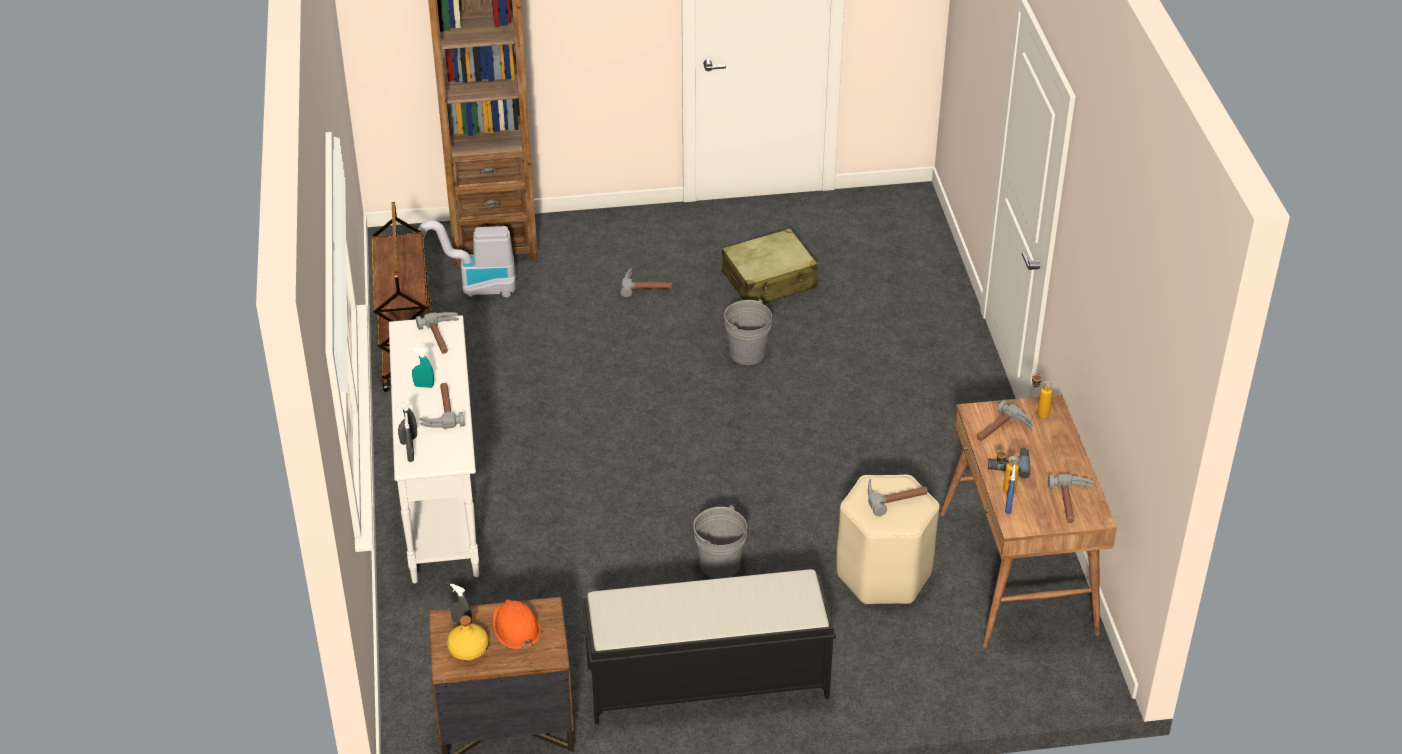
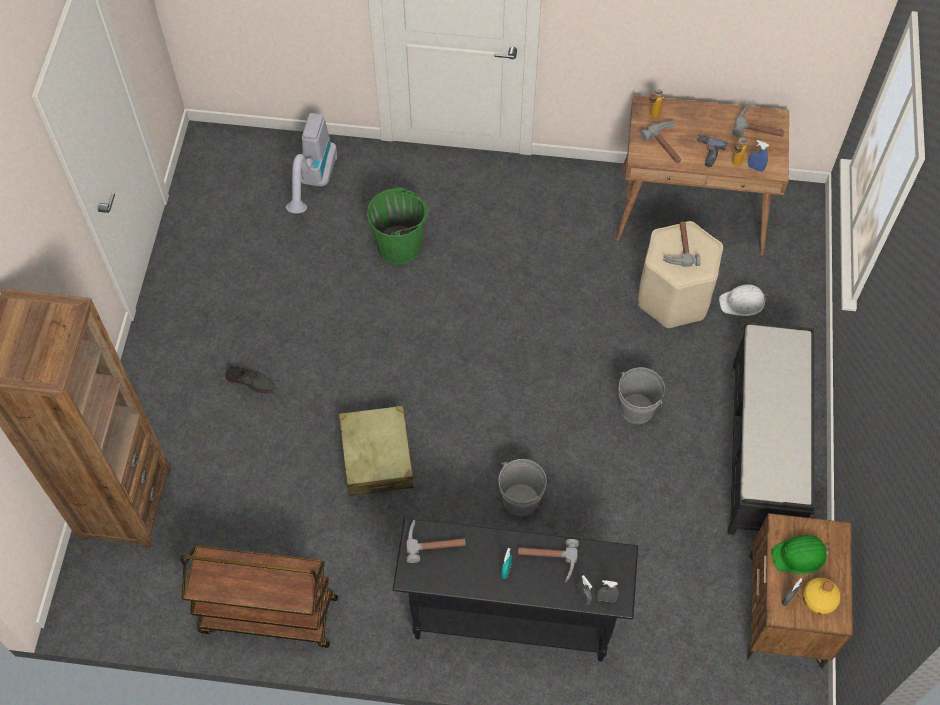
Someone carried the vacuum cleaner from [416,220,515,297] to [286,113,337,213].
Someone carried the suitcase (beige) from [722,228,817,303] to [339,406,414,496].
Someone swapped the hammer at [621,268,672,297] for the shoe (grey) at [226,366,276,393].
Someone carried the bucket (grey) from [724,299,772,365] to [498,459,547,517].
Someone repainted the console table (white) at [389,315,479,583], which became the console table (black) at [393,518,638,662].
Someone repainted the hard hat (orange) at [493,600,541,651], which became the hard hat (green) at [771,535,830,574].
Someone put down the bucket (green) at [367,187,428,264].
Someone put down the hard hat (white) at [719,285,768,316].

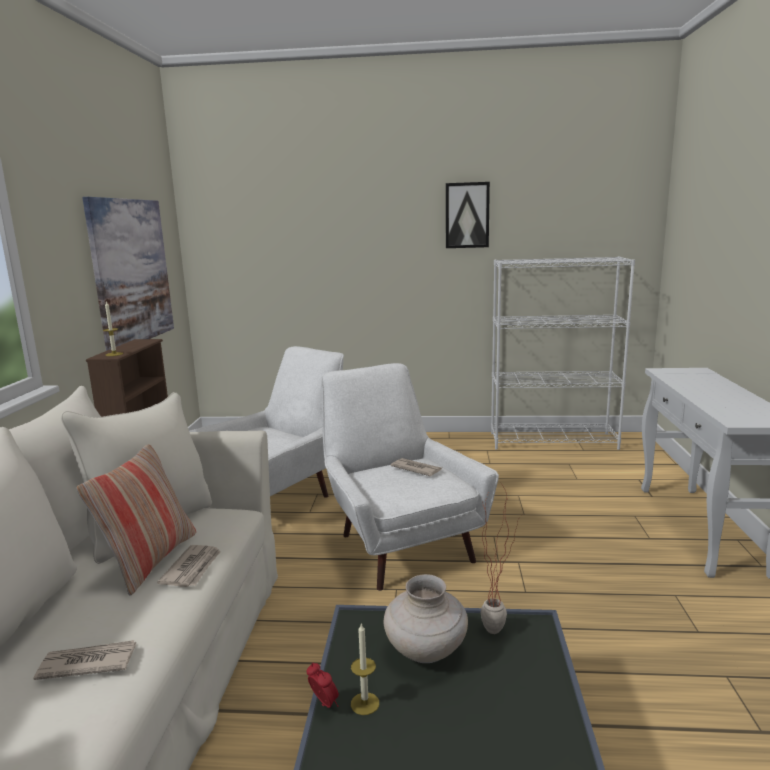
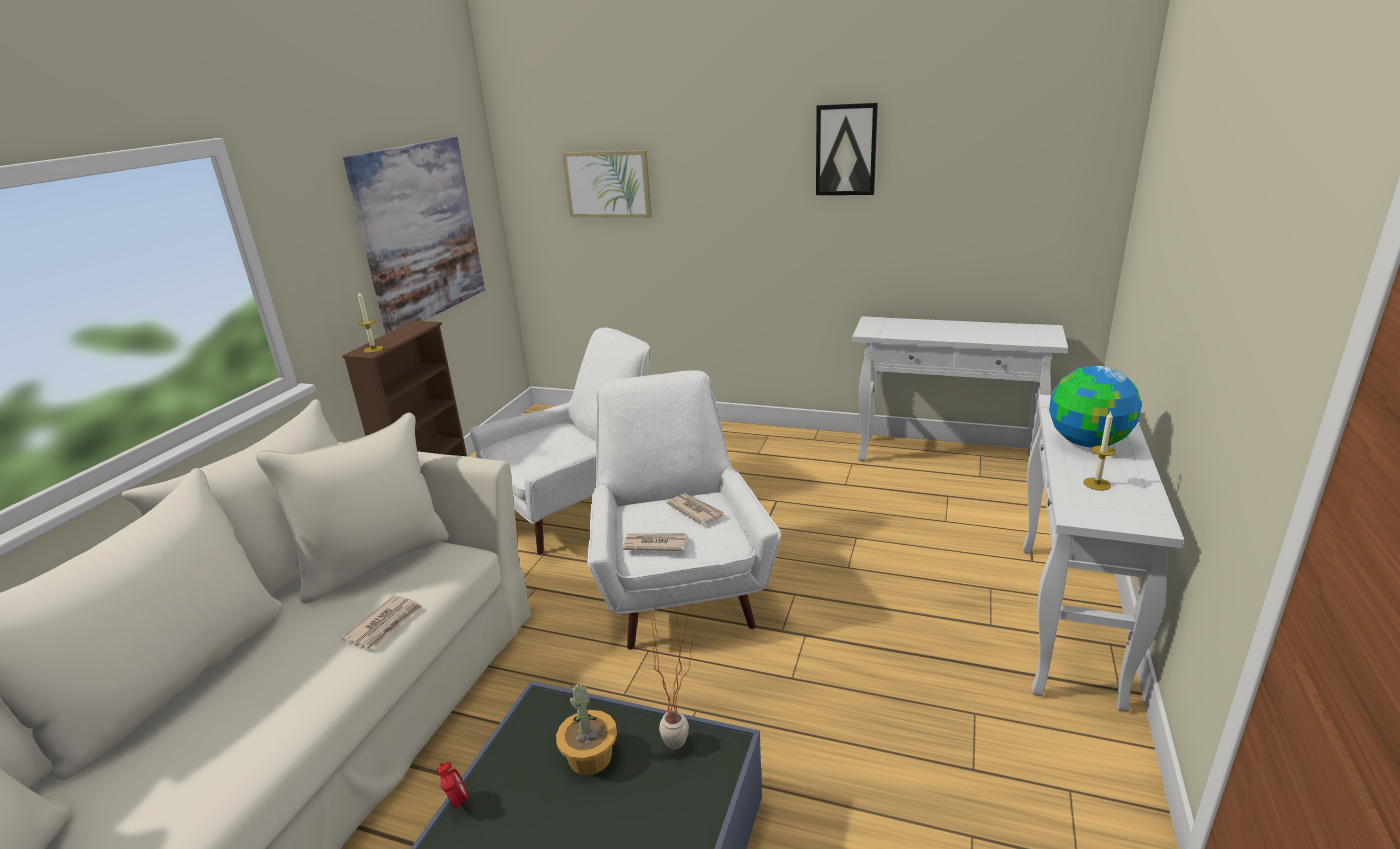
Someone swapped the bookcase (white) at [491,256,635,450] for the console table (white) at [852,316,1068,461].
Someone took away the pillow at [76,444,196,596].
Someone swapped the vase (beige) at [384,574,468,663] for the potted plant at [556,683,617,775].
Someone carried the candle from [351,623,379,715] to [1083,411,1115,491].
Someone carried the newspaper from [34,640,136,680] to [623,533,687,551].
Someone put up the picture at [562,150,652,218].
Someone put down the globe at [1049,366,1142,448].

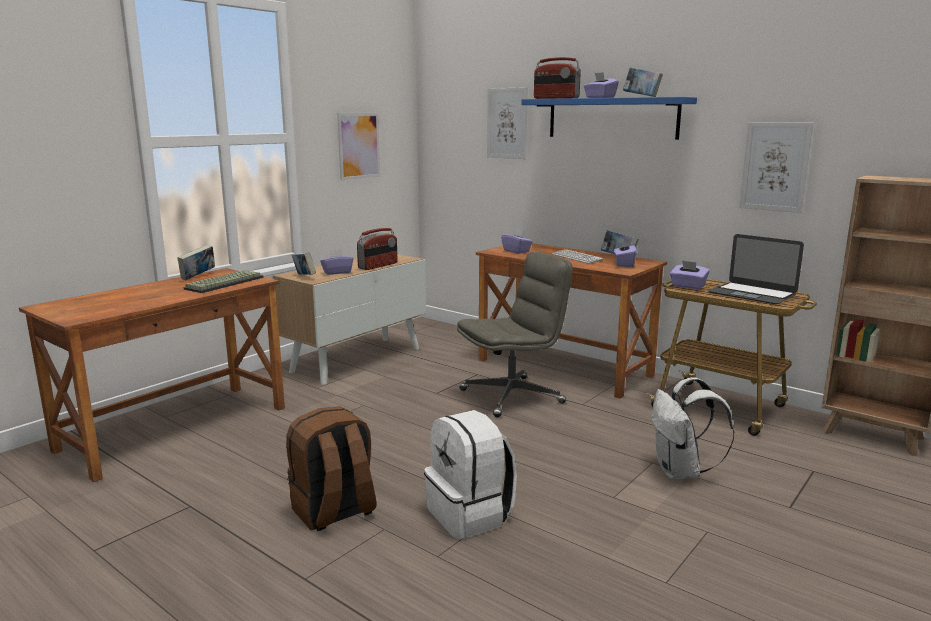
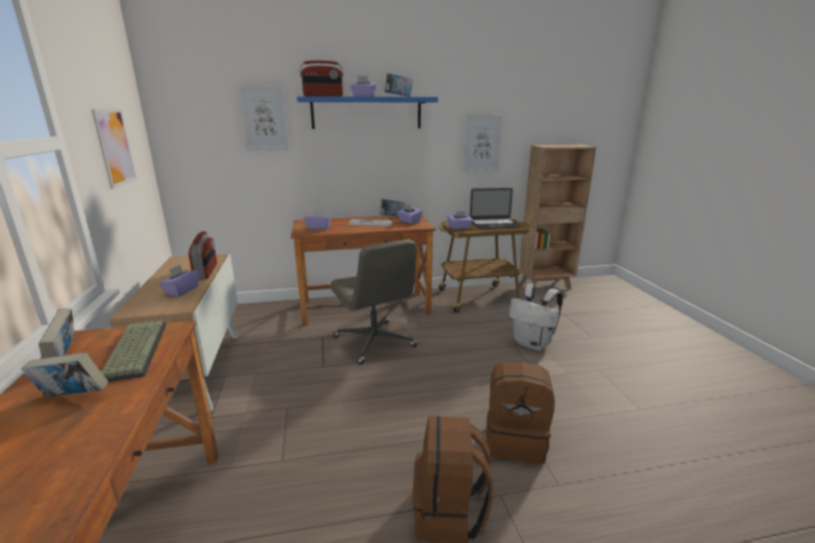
Someone carried the book from [292,252,316,275] to [21,352,108,397].
Someone rotated the office chair (grey) at [457,252,573,417] by 135 degrees clockwise.
Someone repainted the backpack (white) at [424,410,517,539], which became the backpack (brown) at [486,361,555,464].

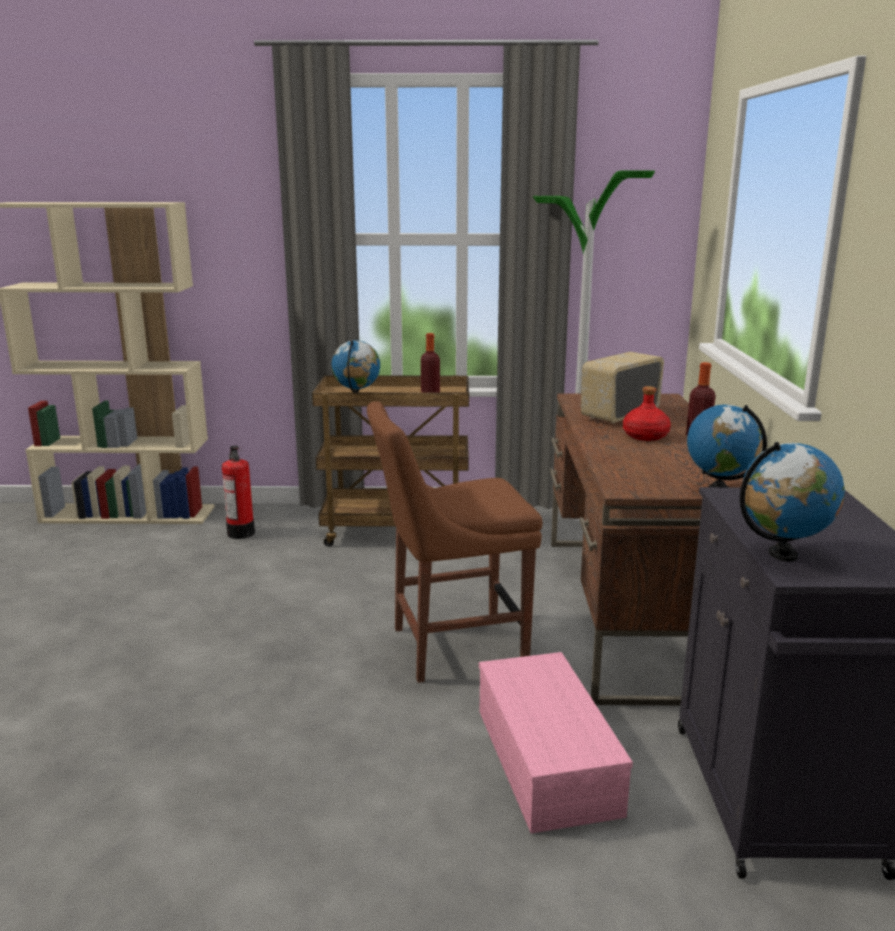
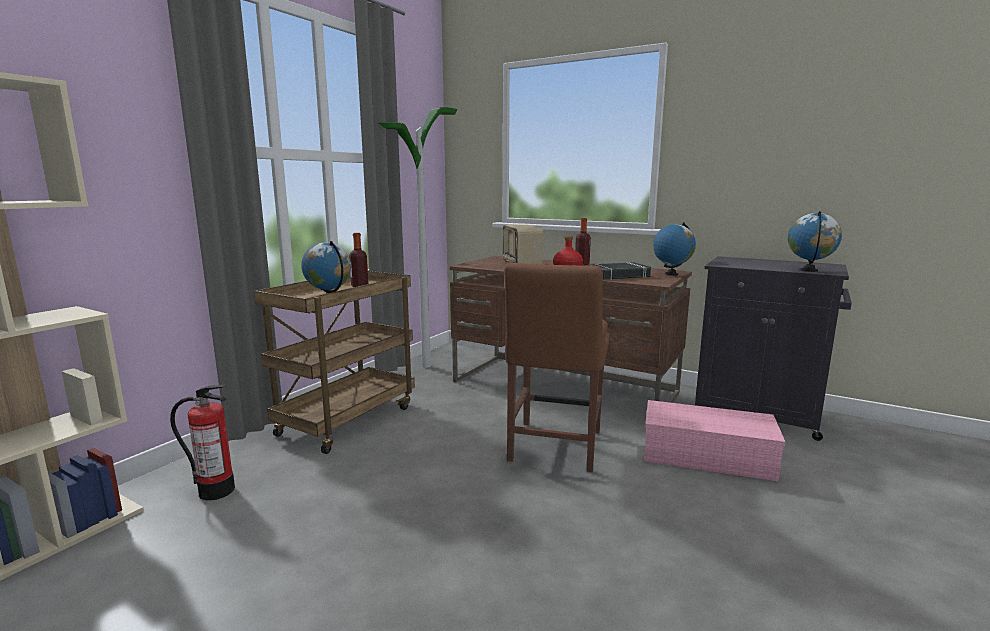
Someone put down the book (black) at [588,262,651,280].

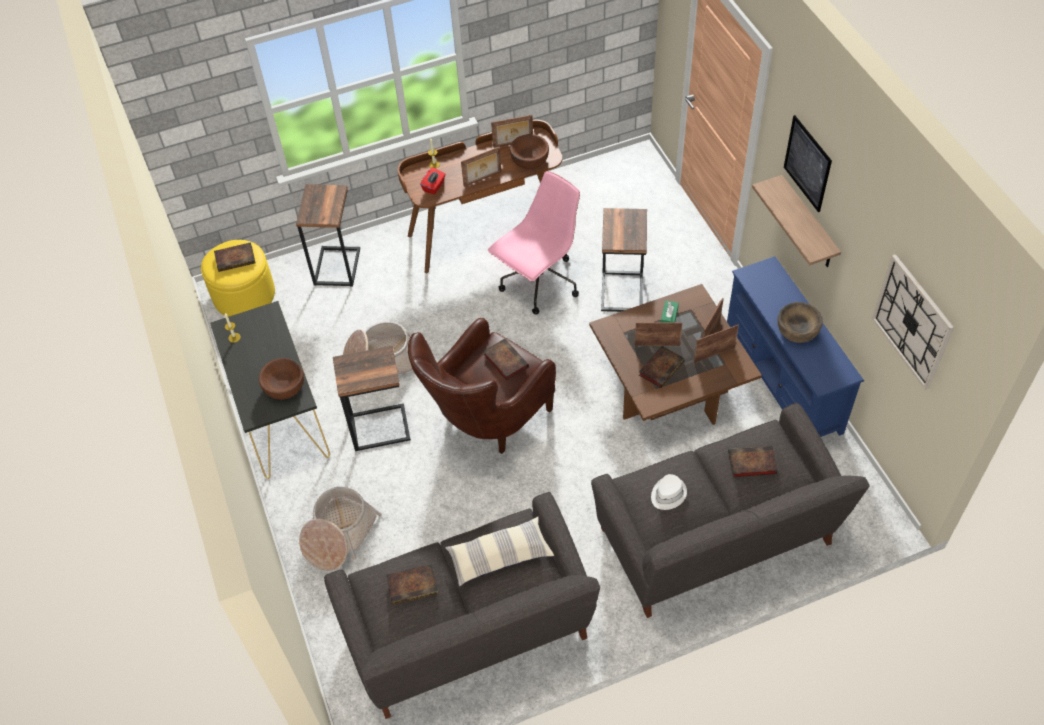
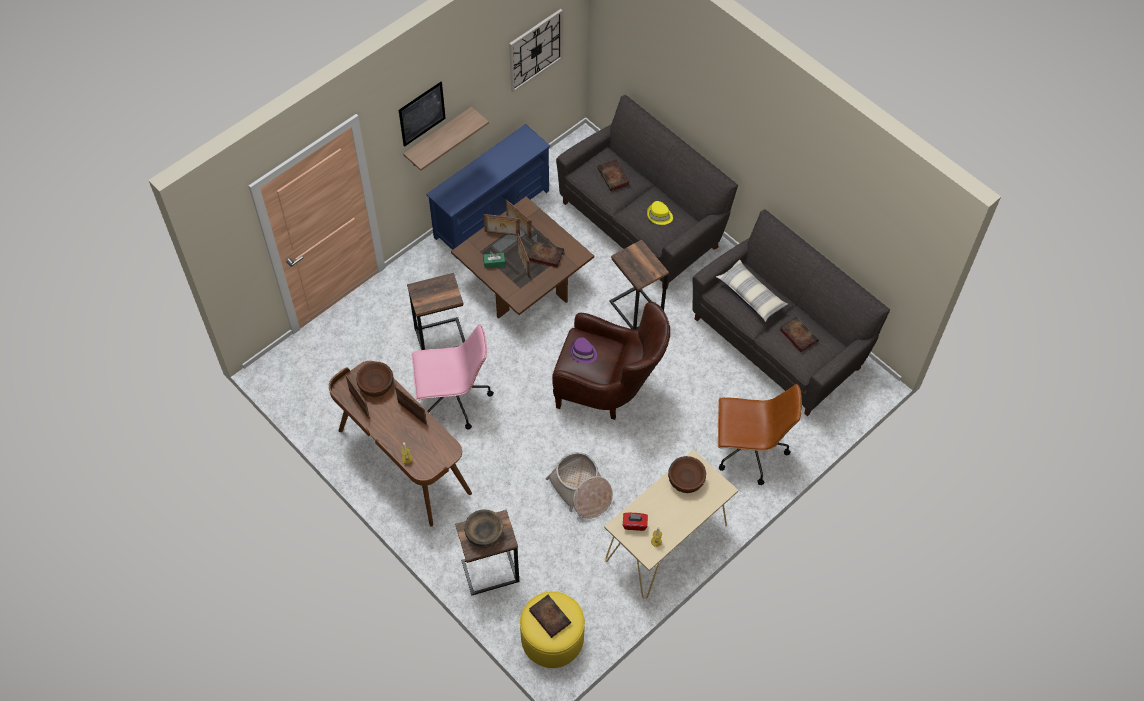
Someone carried the tissue box (red) from [420,167,446,195] to [623,513,648,531].
Someone rotated the office chair (pink) at [488,171,580,315] by 150 degrees clockwise.
Someone repainted the console table (black) at [210,301,330,479], which became the console table (beige) at [604,449,738,599].
Someone carried the bowl (brown) from [778,302,823,343] to [464,509,503,548].
Someone swapped the book at [483,339,529,381] for the hat (purple) at [570,337,597,363].
Someone carried the side table from [333,346,411,451] to [609,239,669,330].
Someone repainted the hat (white) at [651,474,687,510], which became the hat (yellow) at [647,201,673,225].
Someone swapped the basket at [299,487,382,571] for the office chair (brown) at [718,384,802,485].

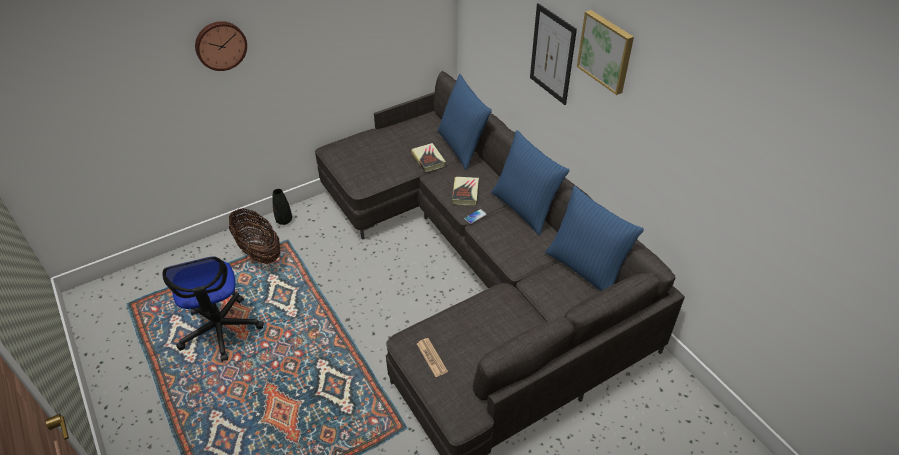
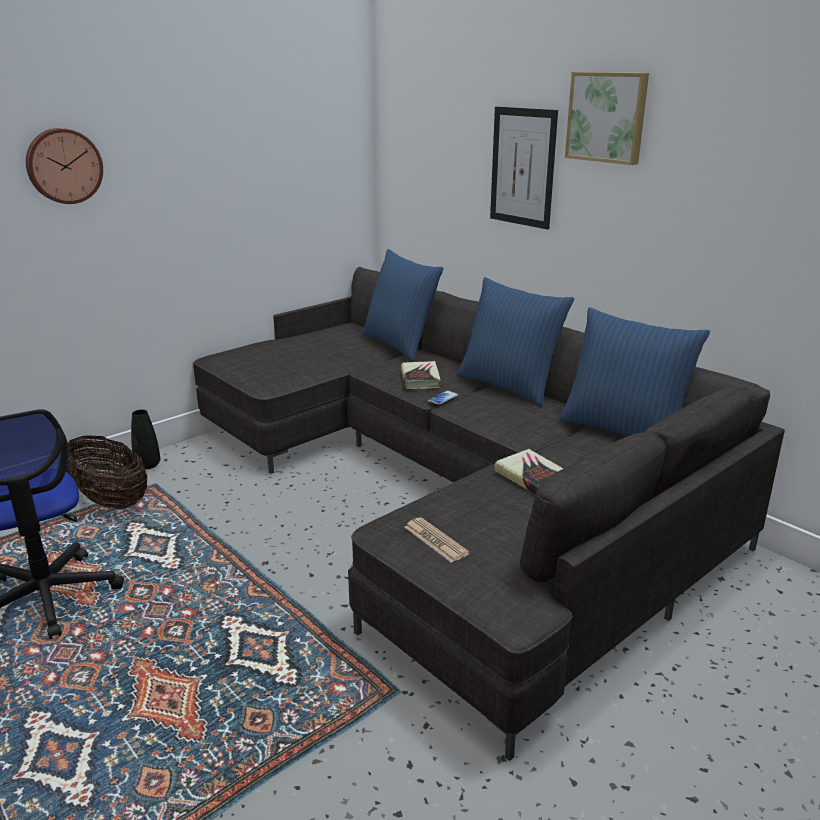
Someone carried the book from [411,143,446,172] to [494,449,563,495].

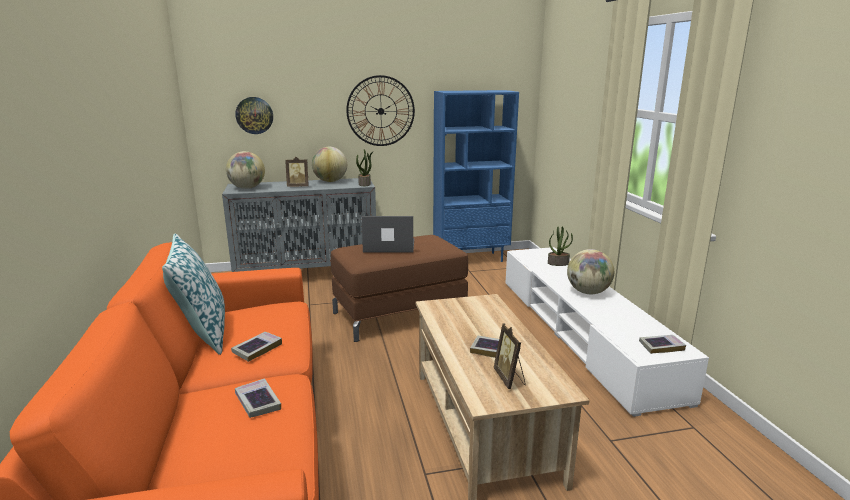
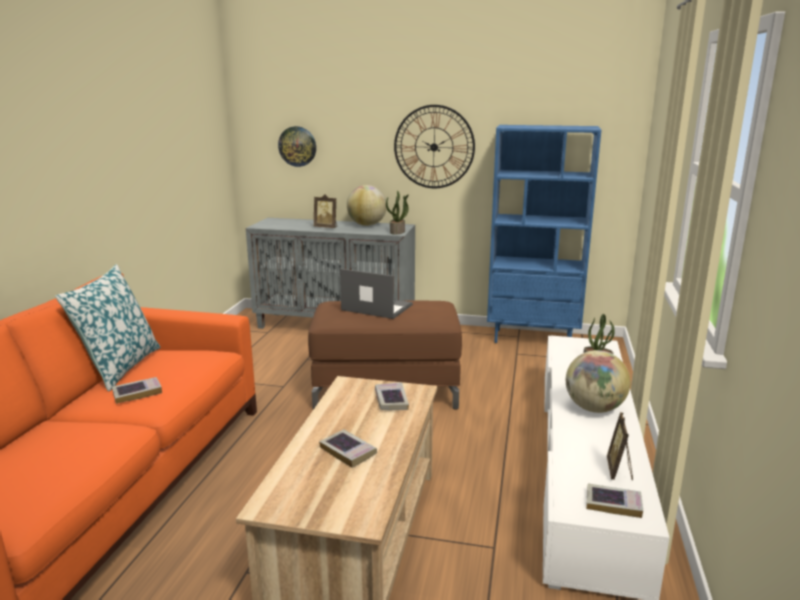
Someone took away the globe at [226,151,265,189].
Someone carried the picture frame from [493,323,526,389] to [607,412,633,480].
Someone carried the book from [235,378,281,418] to [375,382,409,410].

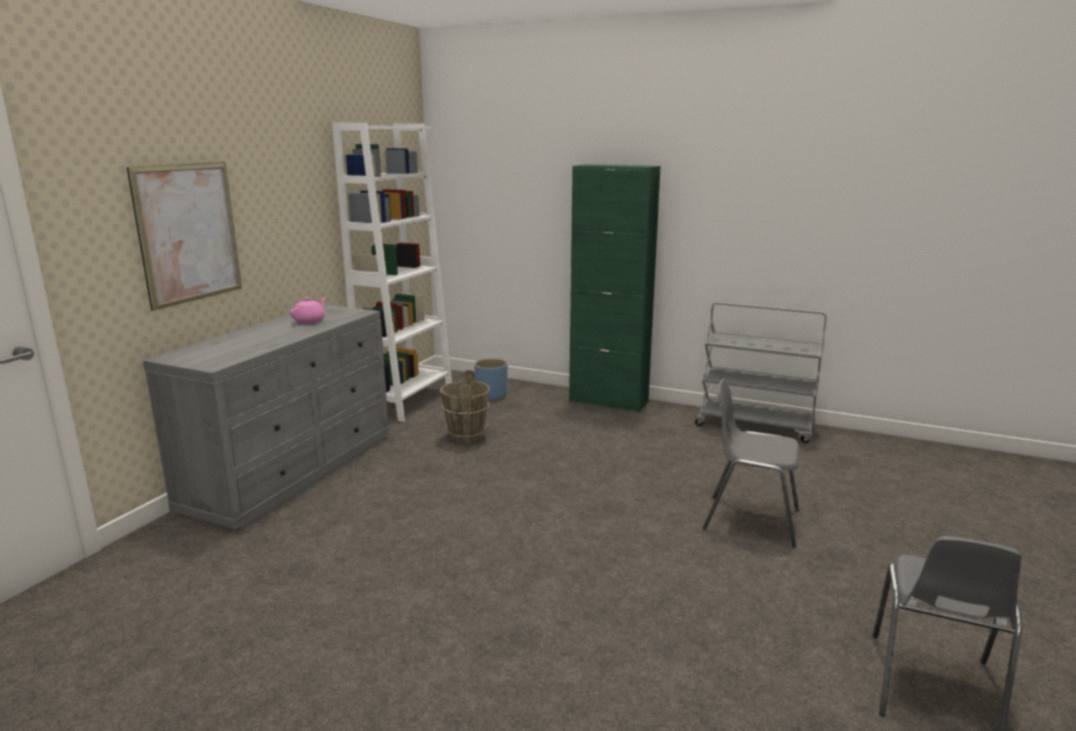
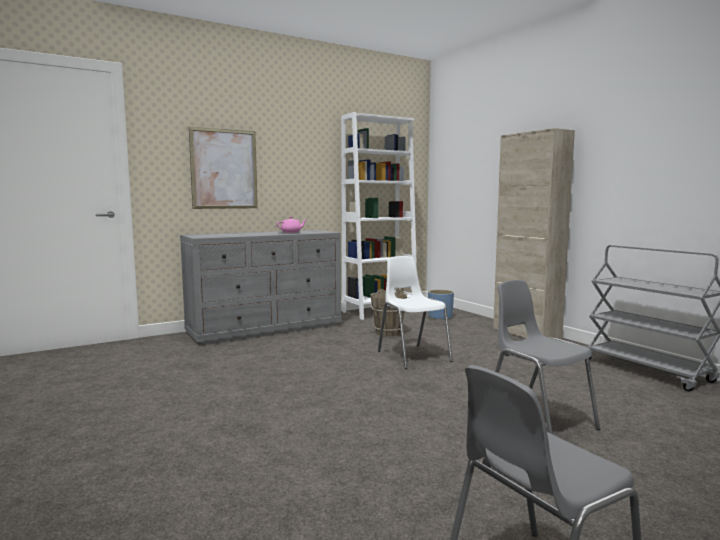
Someone repainted the cabinet (green) at [569,164,660,412], which became the cabinet (beige) at [493,128,575,340].
Someone put down the chair (white) at [378,256,453,369].

